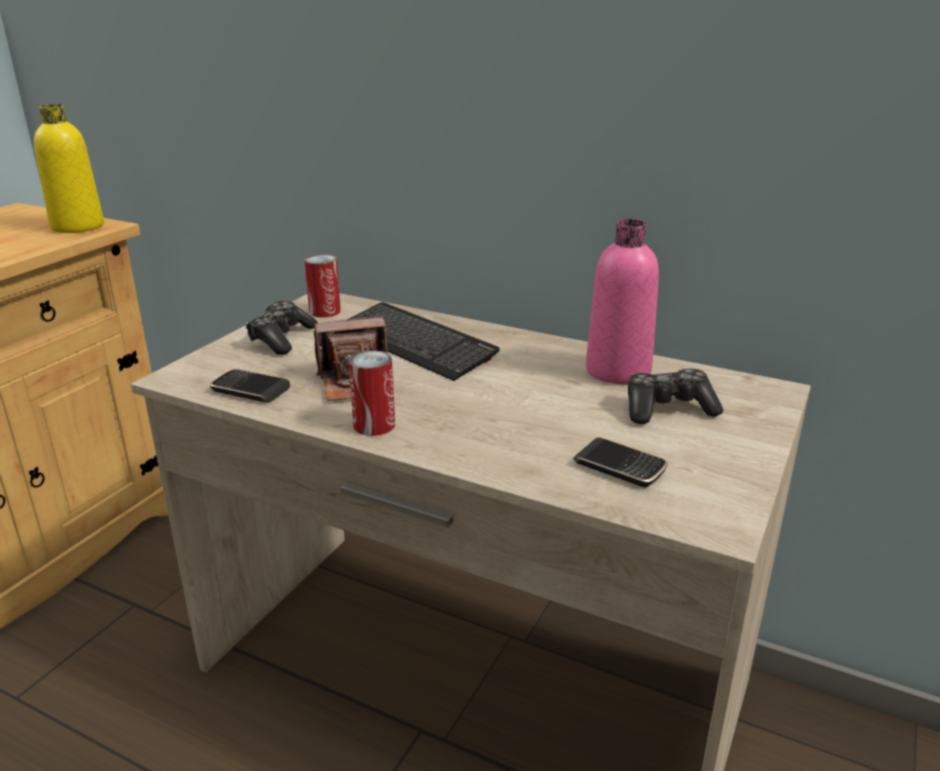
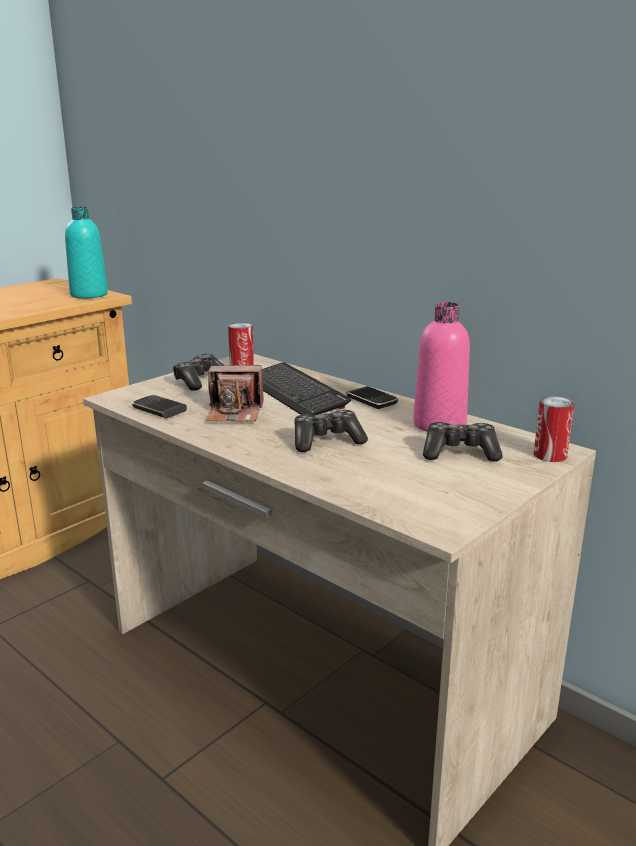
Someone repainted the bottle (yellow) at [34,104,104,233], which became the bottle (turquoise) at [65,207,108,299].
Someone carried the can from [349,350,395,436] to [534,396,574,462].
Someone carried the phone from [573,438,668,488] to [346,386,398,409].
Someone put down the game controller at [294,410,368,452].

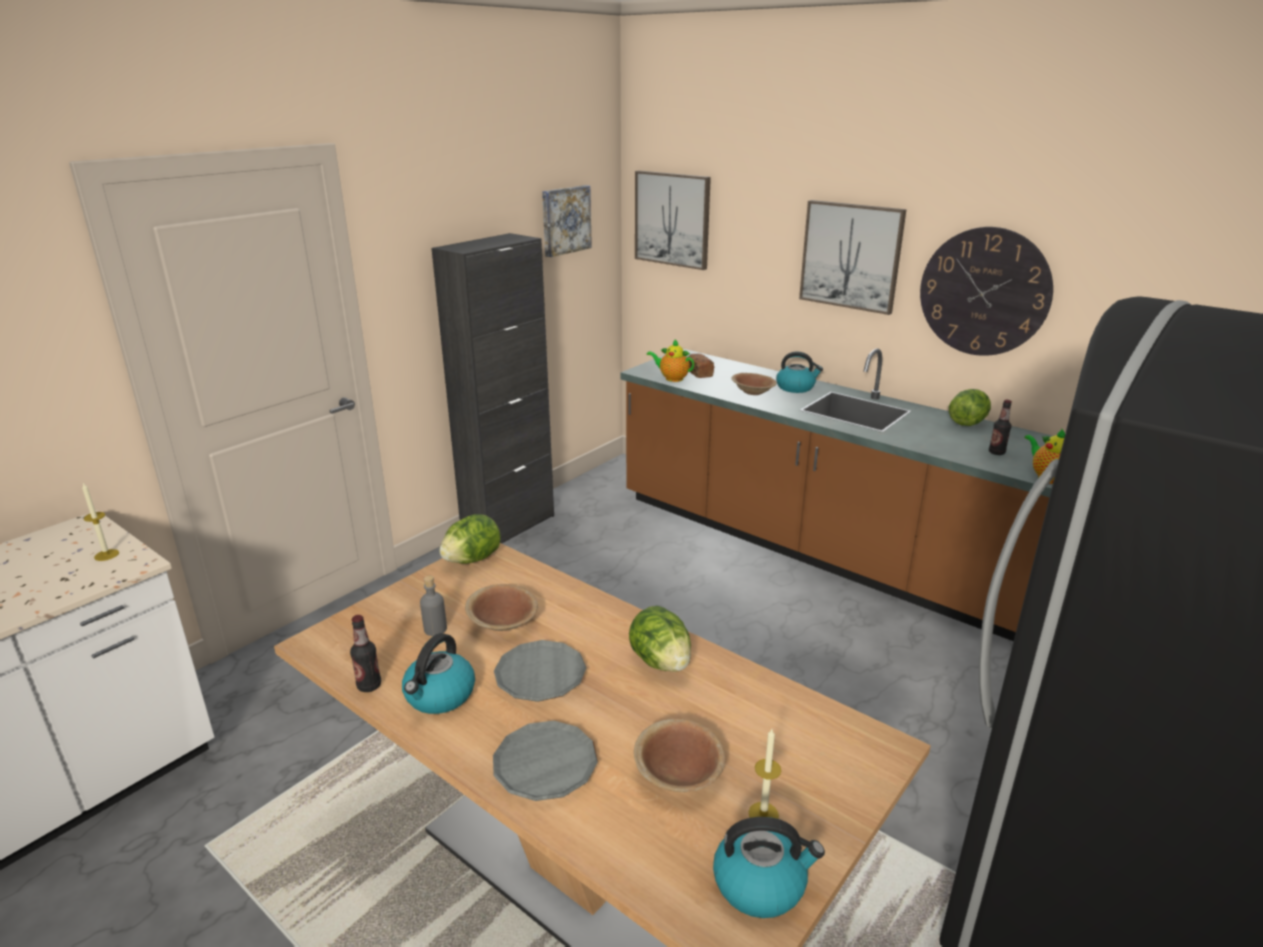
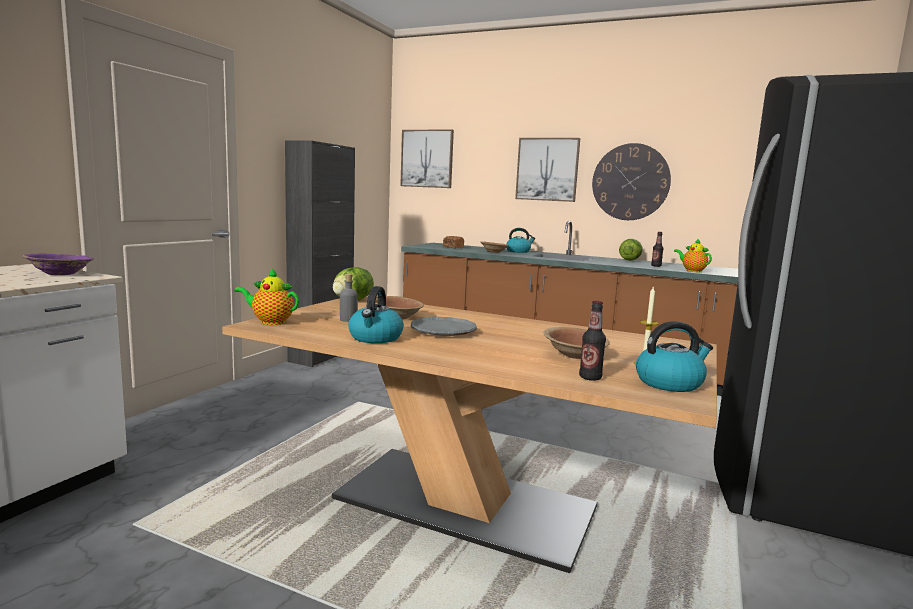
Someone took away the picture at [542,185,592,257].
Someone carried the teapot from [647,340,694,382] to [234,268,299,325].
Someone swapped the candle at [82,483,119,561] for the bowl (purple) at [22,253,94,275].
Someone took away the lettuce at [629,606,691,672].
Someone carried the bottle from [350,615,381,692] to [579,301,606,381].
Someone took away the plate (grey) at [493,721,598,801].

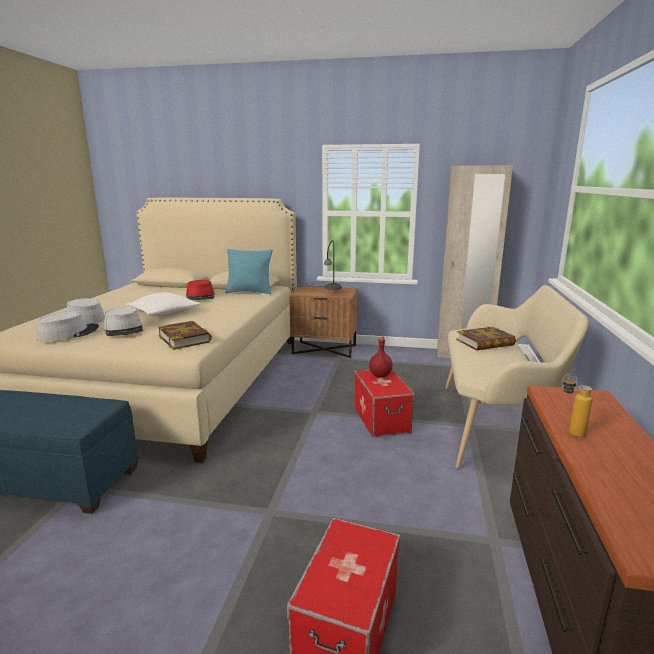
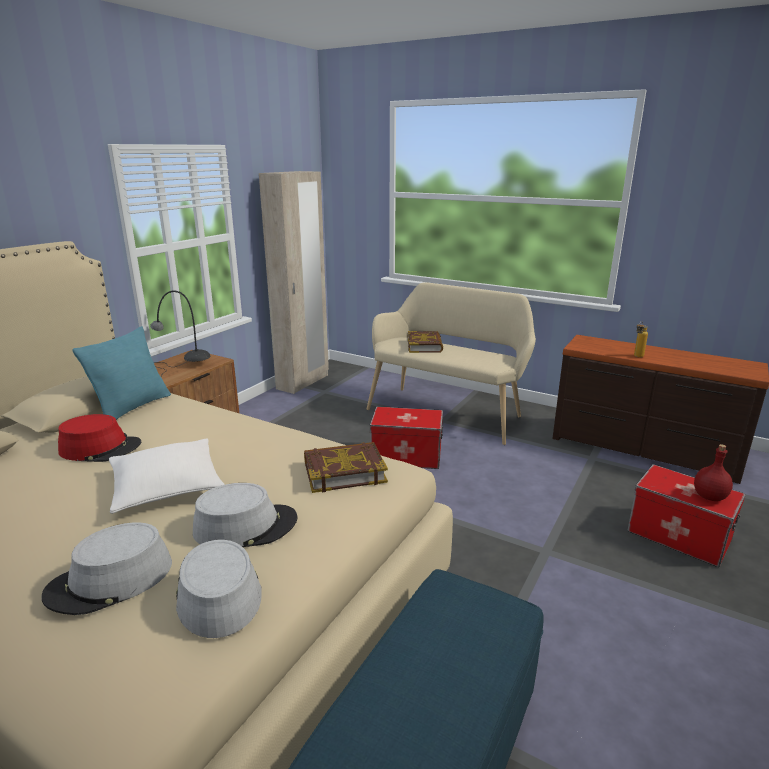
Someone carried the bottle (red) from [369,336,393,377] to [694,444,733,501].

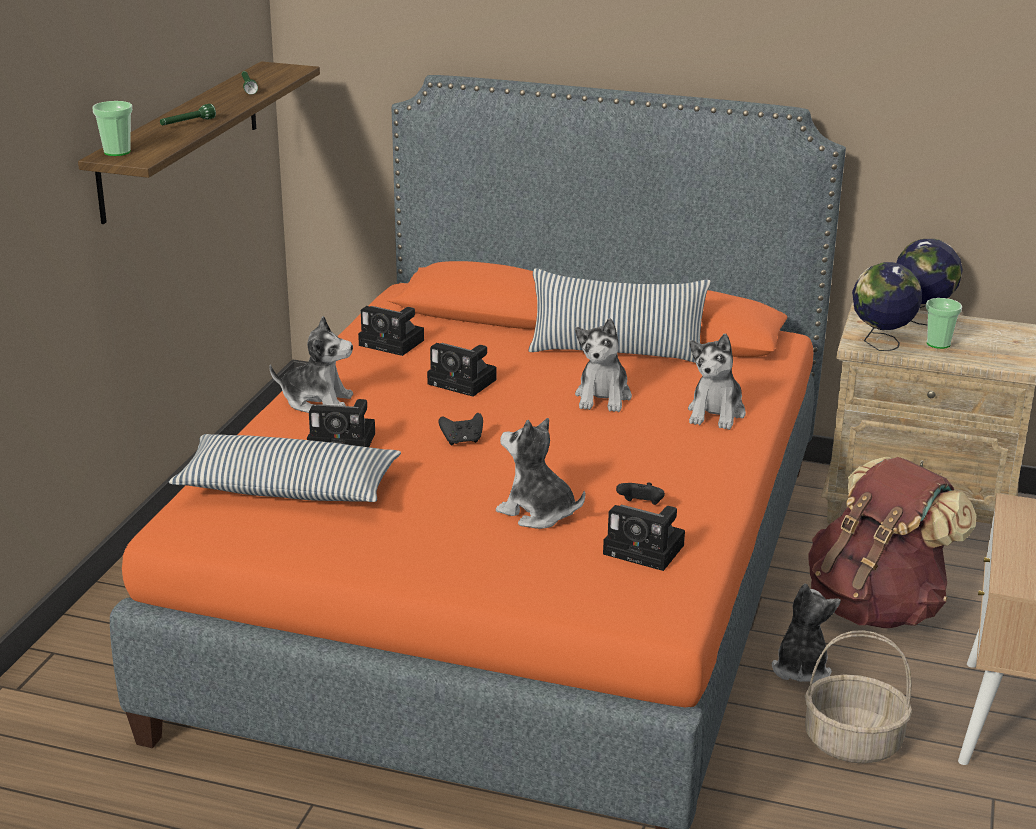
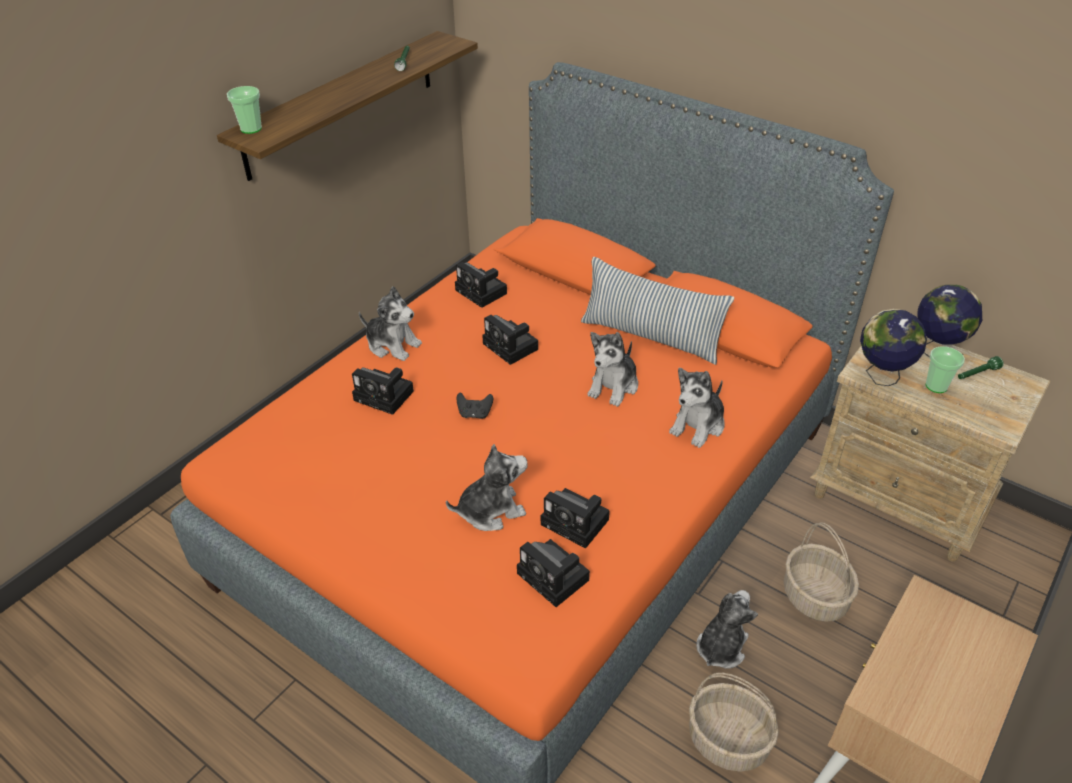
Someone carried the flashlight (green) from [160,104,216,125] to [958,356,1004,379].
Someone rotated the plush toy at [496,418,585,529] by 105 degrees clockwise.
Someone took away the pillow at [169,434,401,502].
Someone swapped the backpack (brown) at [808,457,977,628] for the basket at [784,522,859,622].
Someone swapped the game controller (black) at [616,482,665,505] for the photo camera at [541,488,610,549].

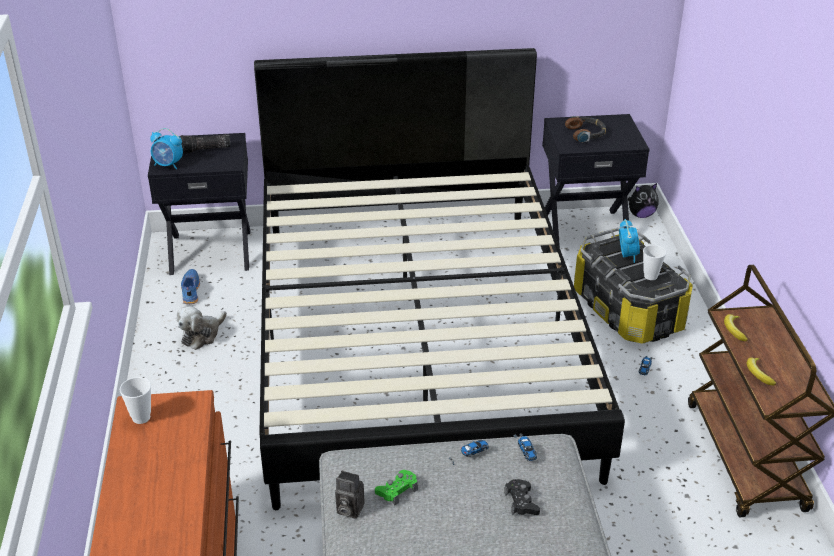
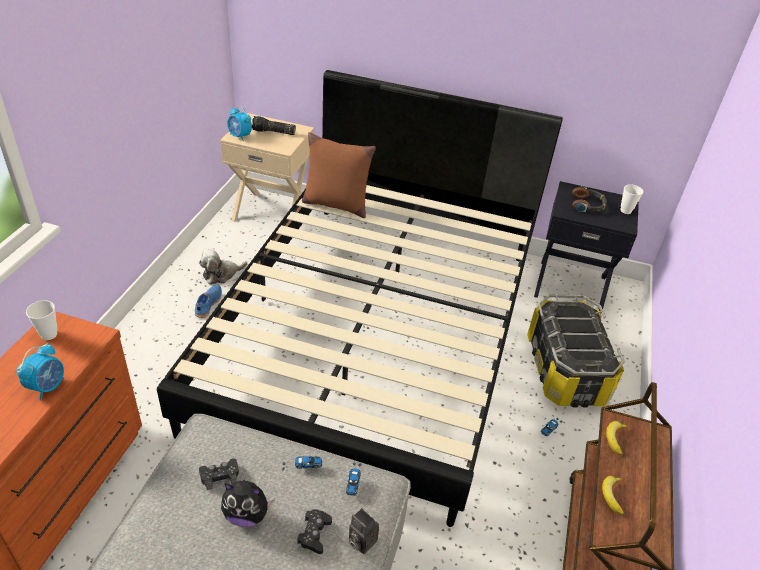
Someone repainted the nightstand (black) at [148,133,250,275], which became the nightstand (beige) at [220,113,314,222].
Someone carried the plush toy from [628,183,659,218] to [221,480,275,527].
Someone carried the alarm clock from [619,219,640,263] to [16,343,64,400].
Someone carried the cup from [643,245,666,280] to [620,184,644,214].
Someone carried the shoe (blue) from [181,269,200,304] to [195,285,222,318].
Someone repainted the game controller (green) at [375,470,418,506], which became the game controller (black) at [199,458,239,490].
Someone carried the photo camera from [335,471,365,519] to [349,508,379,554].
Someone put down the pillow (brown) at [302,132,376,218].

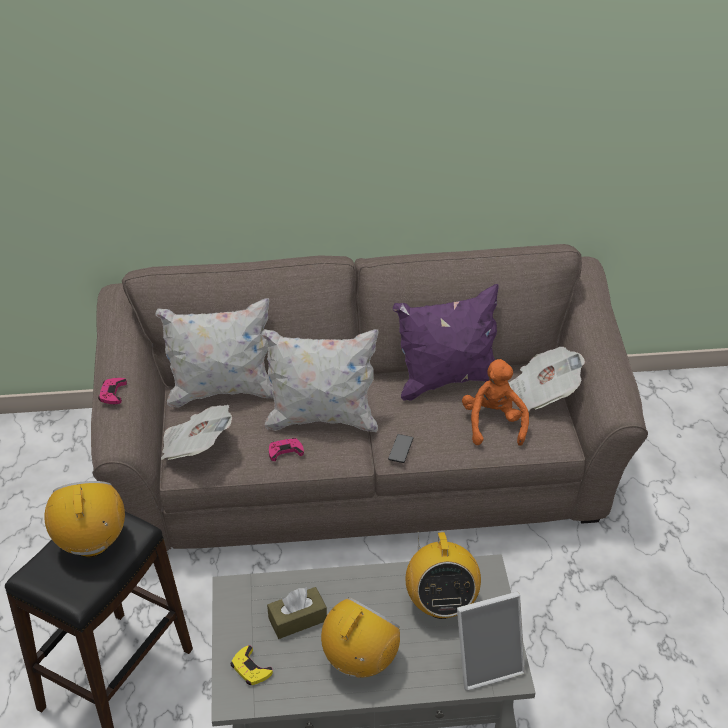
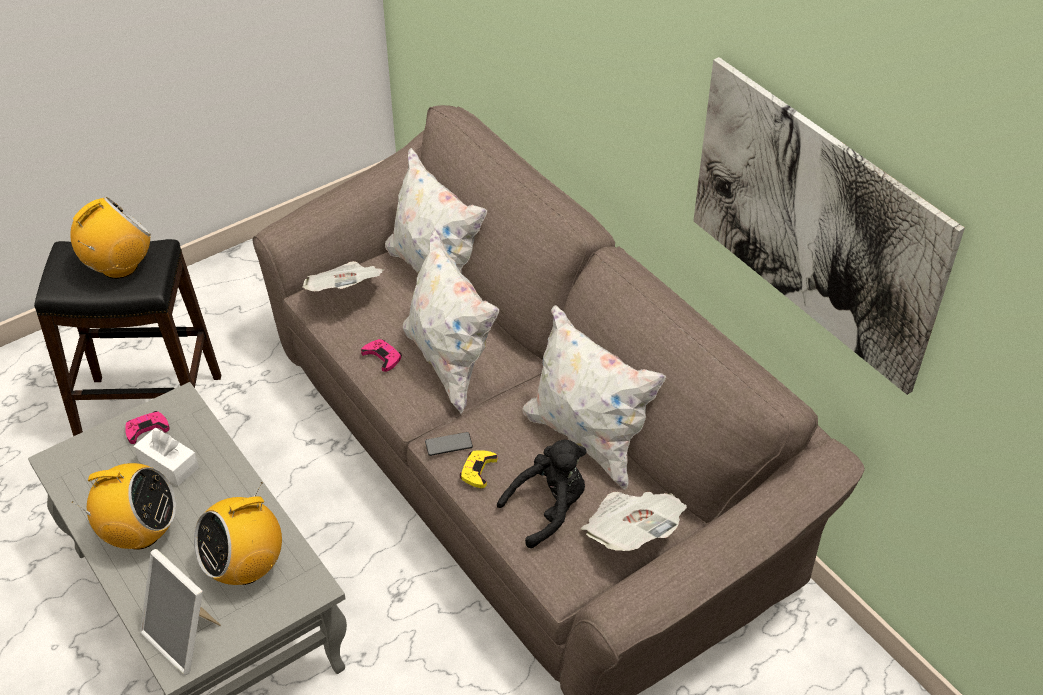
Someone repainted the pillow (purple) at [393,284,499,401], which became the pillow (white) at [522,305,666,490].
Someone repainted the plush toy (orange) at [462,359,529,446], which became the plush toy (black) at [497,440,586,548].
Someone carried the game controller (pink) from [98,378,127,404] to [125,411,170,444].
Someone repainted the tissue box (brown) at [267,587,327,639], which became the tissue box (white) at [134,428,199,486].
Someone carried the game controller (yellow) from [231,645,273,685] to [460,450,498,488].
Someone put up the picture at [693,57,965,395].

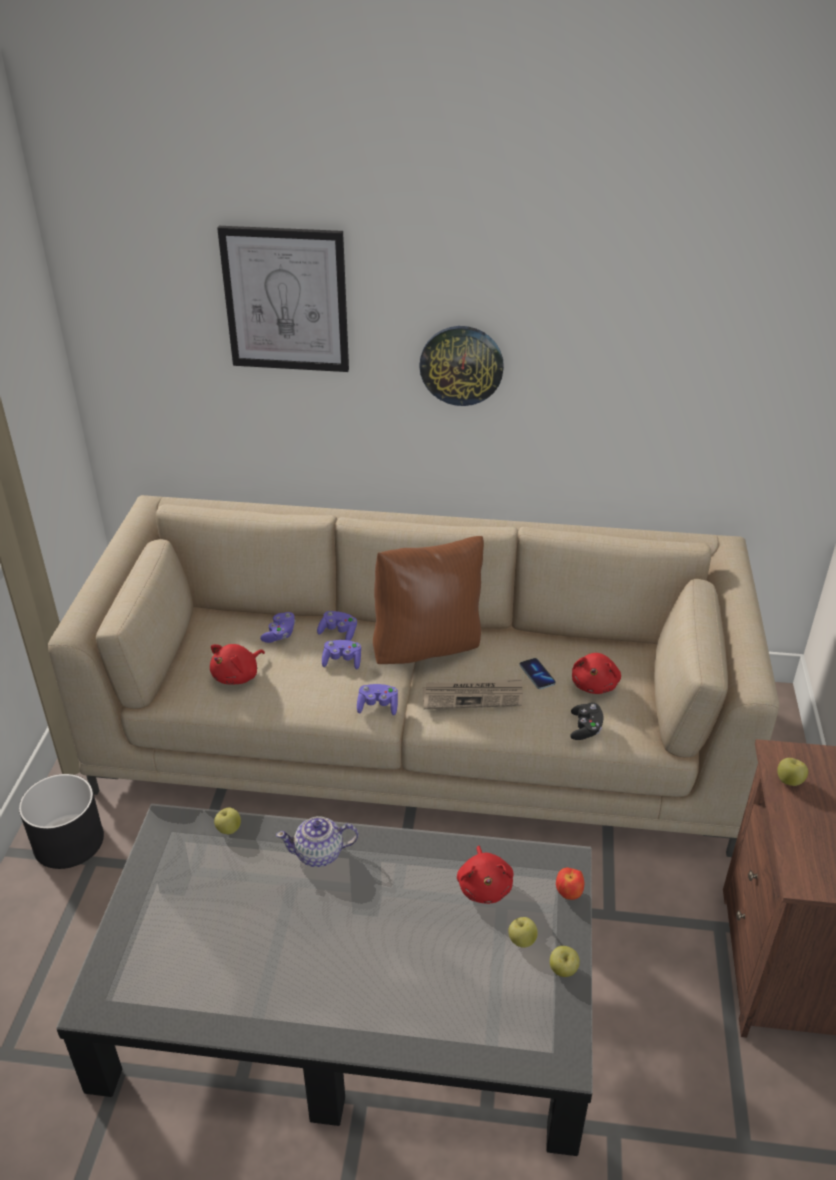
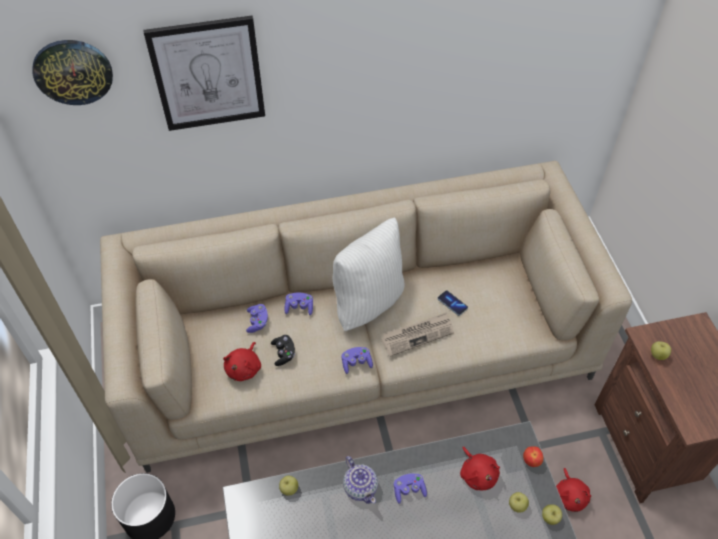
Someone carried the wall clock from [419,326,504,406] to [33,40,113,105].
Someone repainted the pillow (brown) at [373,536,484,664], which became the pillow (white) at [333,218,405,331].
Someone carried the game controller (purple) from [322,640,361,669] to [394,474,427,504].
Someone carried the plush toy (red) from [572,653,621,694] to [556,468,591,512].
Someone carried the game controller (black) from [570,703,603,740] to [271,335,295,366].
Someone rotated the teapot at [276,816,358,867] by 90 degrees counterclockwise.

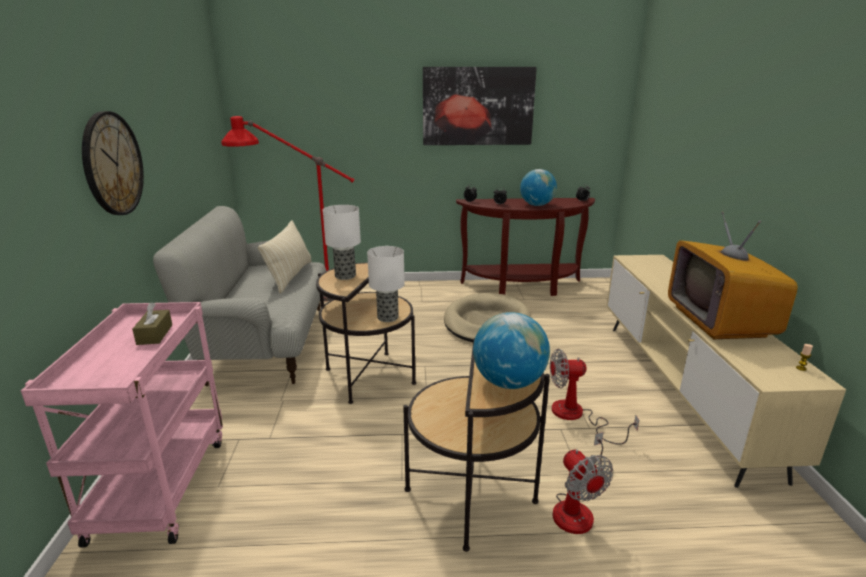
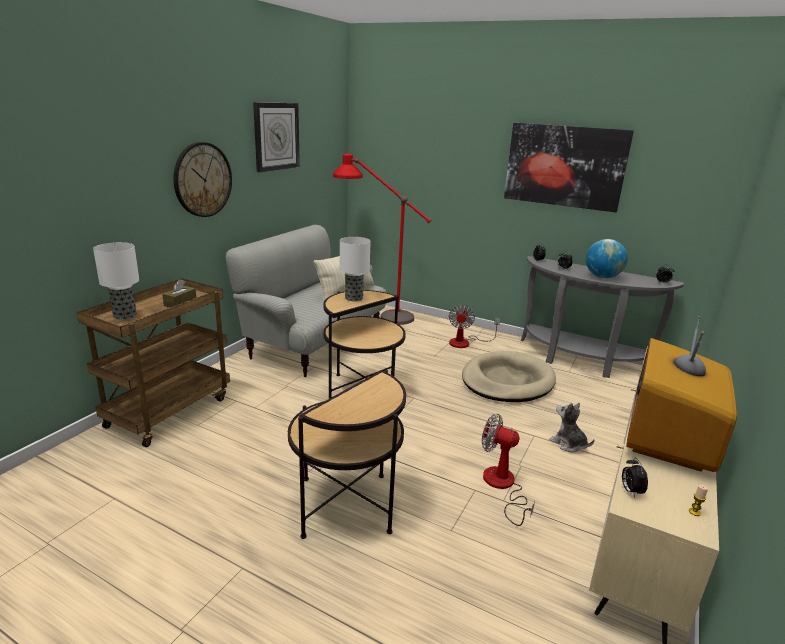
Someone repainted the console table (brown) at [456,198,595,296], which became the console table (grey) at [521,256,684,378].
Someone carried the table lamp from [367,246,405,322] to [93,242,139,320].
Someone repainted the cart (pink) at [21,302,223,547], which became the cart (brown) at [77,278,230,447].
Someone took away the globe at [473,312,550,389].
Someone carried the fan from [553,432,613,534] to [449,305,500,348].
Someone put up the wall clock at [253,102,300,172].
Someone put down the plush toy at [549,403,594,452].
Someone put down the alarm clock at [622,458,648,498].

